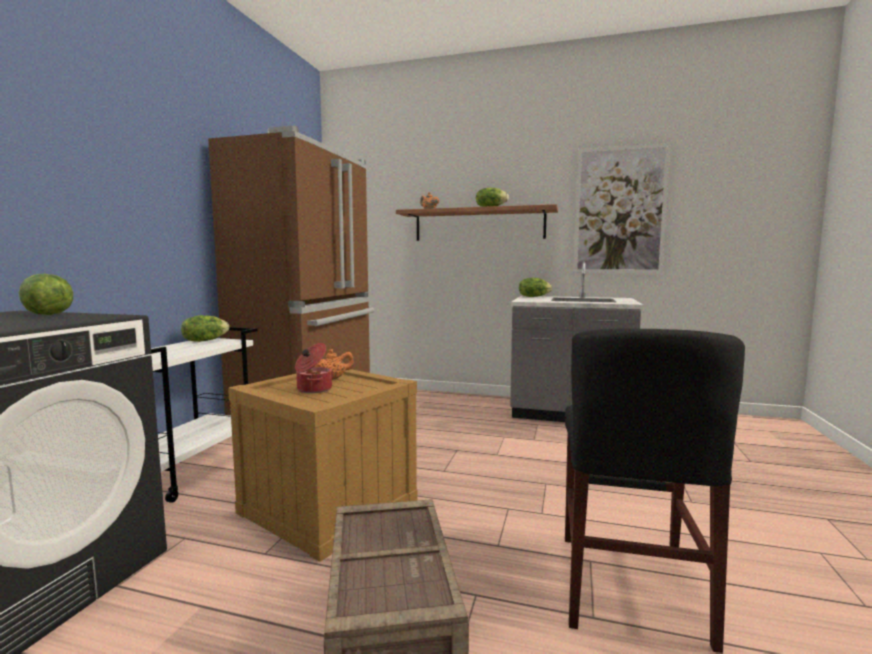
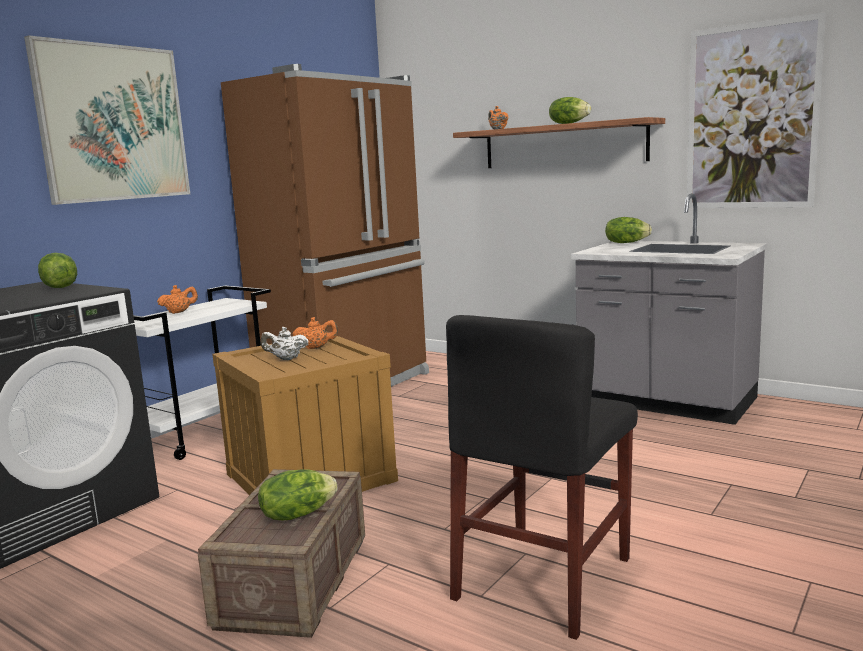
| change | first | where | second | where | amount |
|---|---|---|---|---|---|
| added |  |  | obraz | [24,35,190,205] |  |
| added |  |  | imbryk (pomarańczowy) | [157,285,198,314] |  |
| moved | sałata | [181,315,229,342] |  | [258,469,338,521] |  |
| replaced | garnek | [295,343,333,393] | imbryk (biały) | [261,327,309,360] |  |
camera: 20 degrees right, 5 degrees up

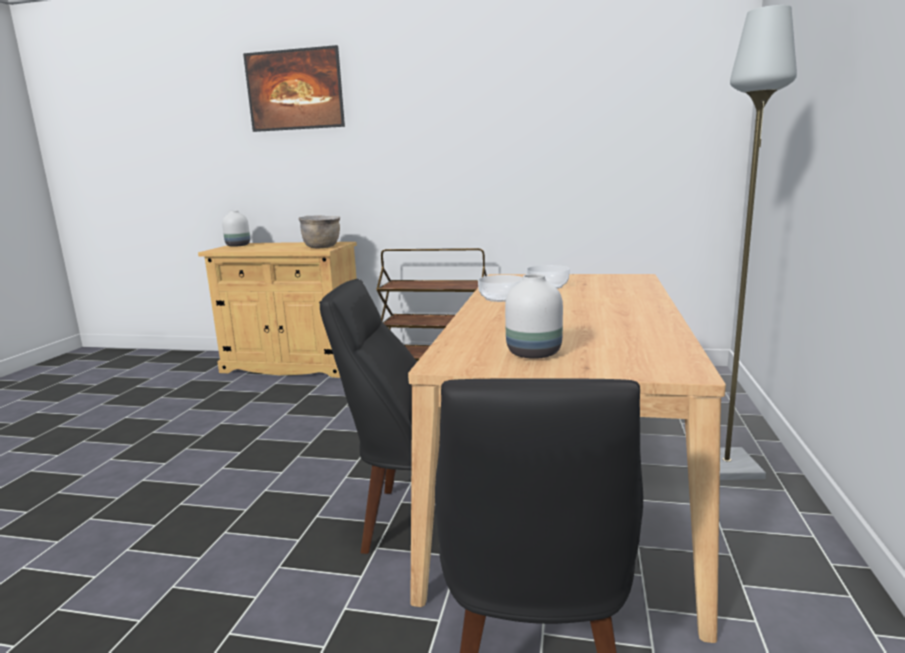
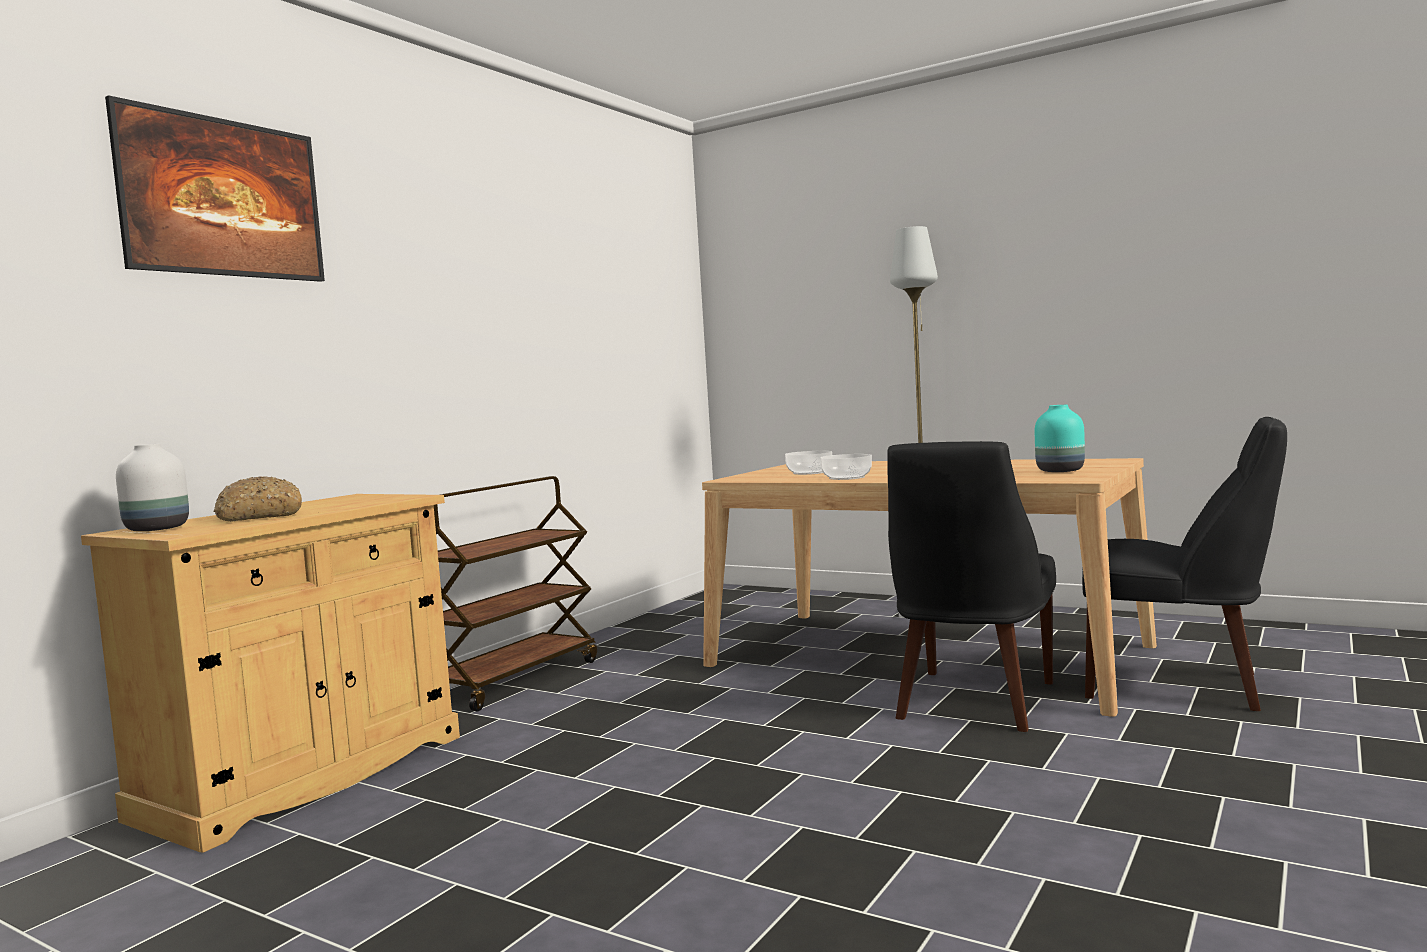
| change | first | where | second | where | amount |
|---|---|---|---|---|---|
| removed | garnek (brązowy) | [299,215,340,248] |  |  |  |
| added |  |  | chleb | [214,476,302,522] |  |
| recoloured | wazon (biały) | [505,274,563,359] | wazon (turkusowy) | [1035,405,1085,472] |  |
camera: 70 degrees left, 10 degrees down

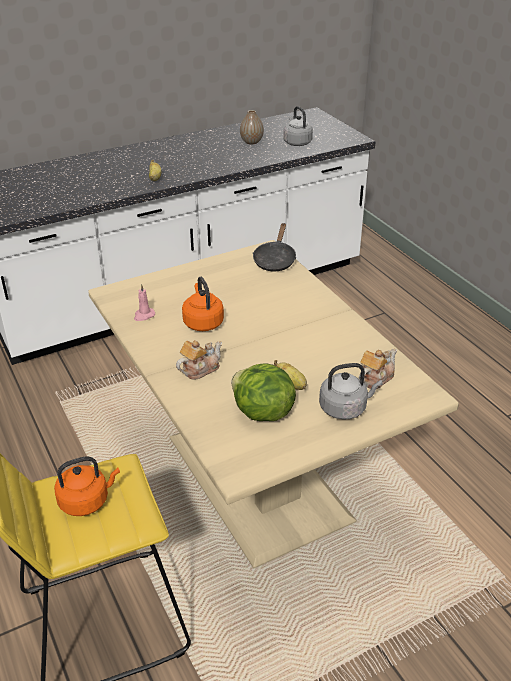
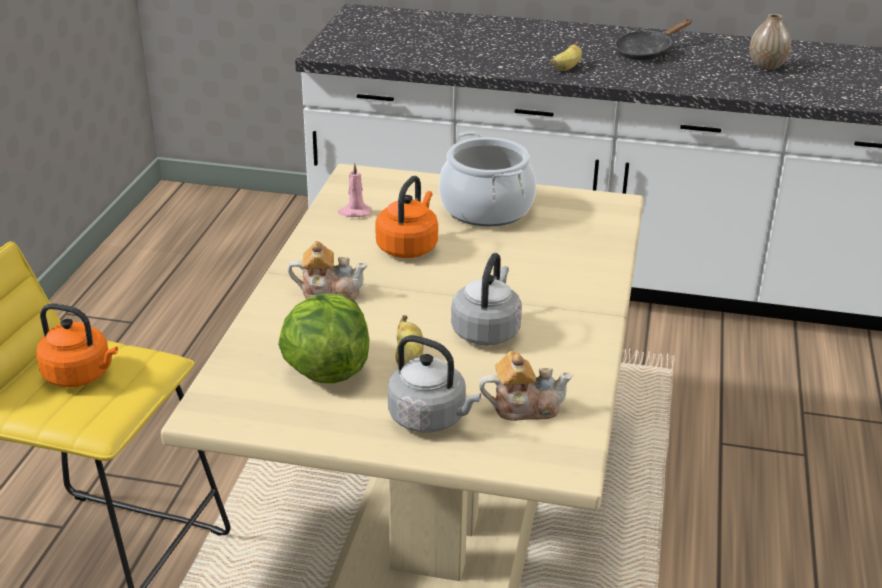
| change | first | where | second | where | amount |
|---|---|---|---|---|---|
| added |  |  | garnek | [439,131,536,226] |  |
| moved | patelnia (czarny) | [253,223,297,271] |  | [615,19,692,60] |  |
| moved | czajnik (szary) | [283,106,313,146] |  | [451,253,522,346] |  |
camera: 40 degrees right, 5 degrees down

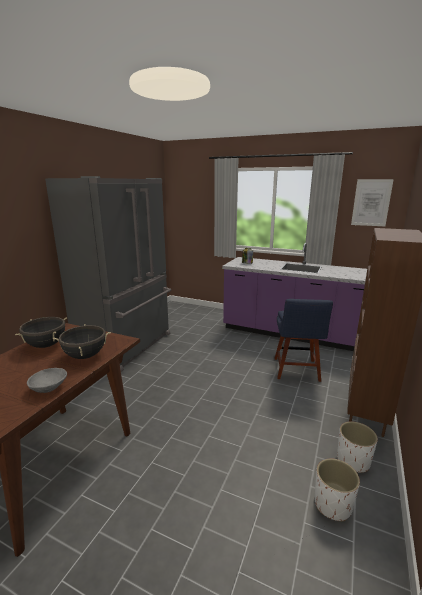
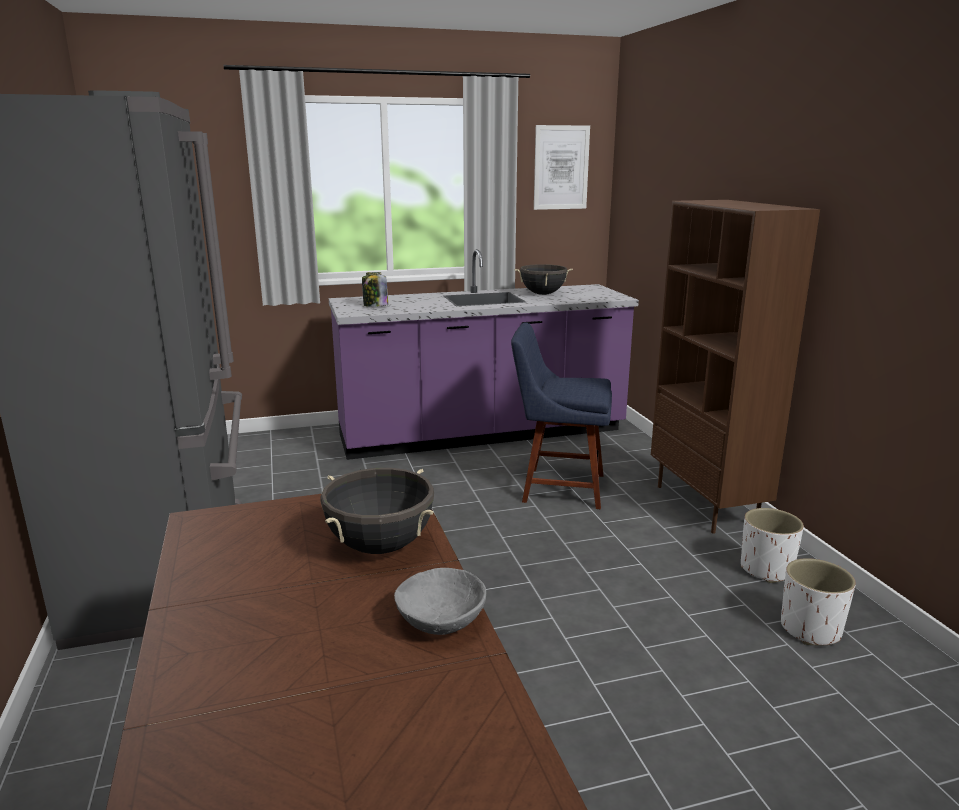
| change | first | where | second | where | amount |
|---|---|---|---|---|---|
| moved | garnek (czarny) | [15,317,67,348] |  | [515,264,573,295] |  |
| turned | krzesło (niebieski) | [274,299,333,382] |  | [511,322,612,509] | 135 degrees clockwise |
camera: 40 degrees left, 0 degrees up

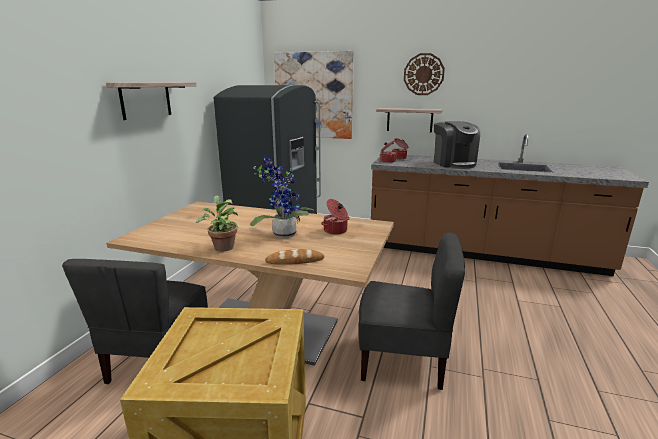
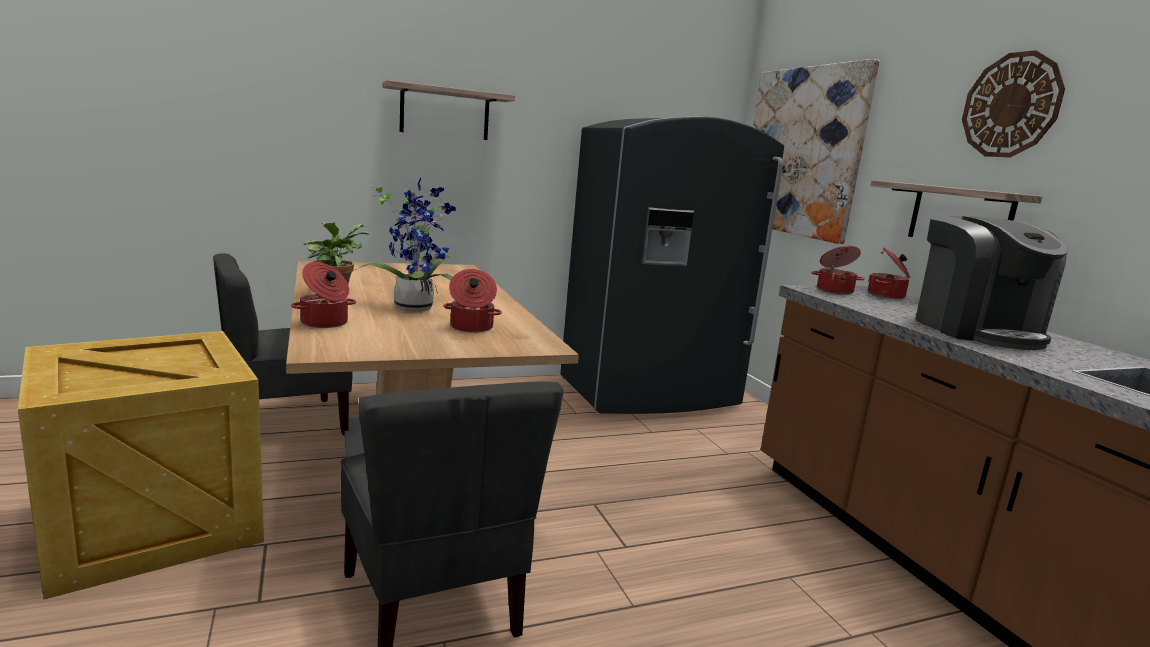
| change | first | where | second | where | amount |
|---|---|---|---|---|---|
| replaced | chleb | [265,249,324,265] | garnek | [291,262,356,328] |  |
| turned | ekspres do kawy | [434,121,480,169] |  | [916,216,1068,350] | 45 degrees counterclockwise |
camera: 50 degrees right, 5 degrees down

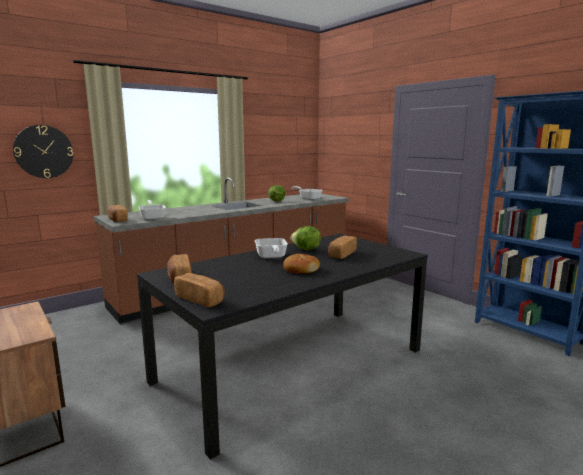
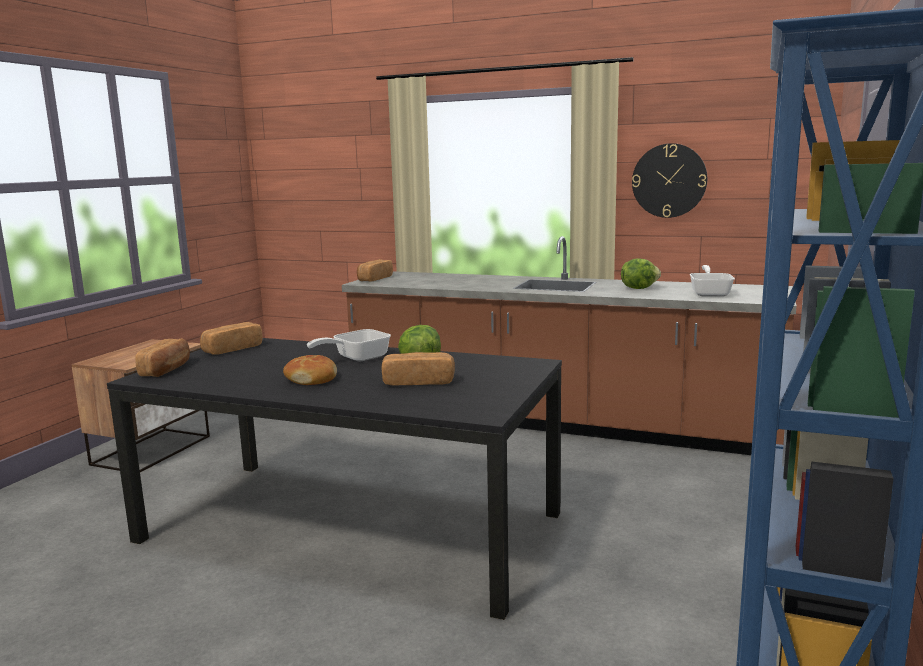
| change | first | where | second | where | amount |
|---|---|---|---|---|---|
| removed | patelnia | [138,200,166,220] |  |  |  |
| moved | zegar ścienny | [13,125,73,178] |  | [632,143,707,218] |  |
camera: 60 degrees right, 0 degrees up

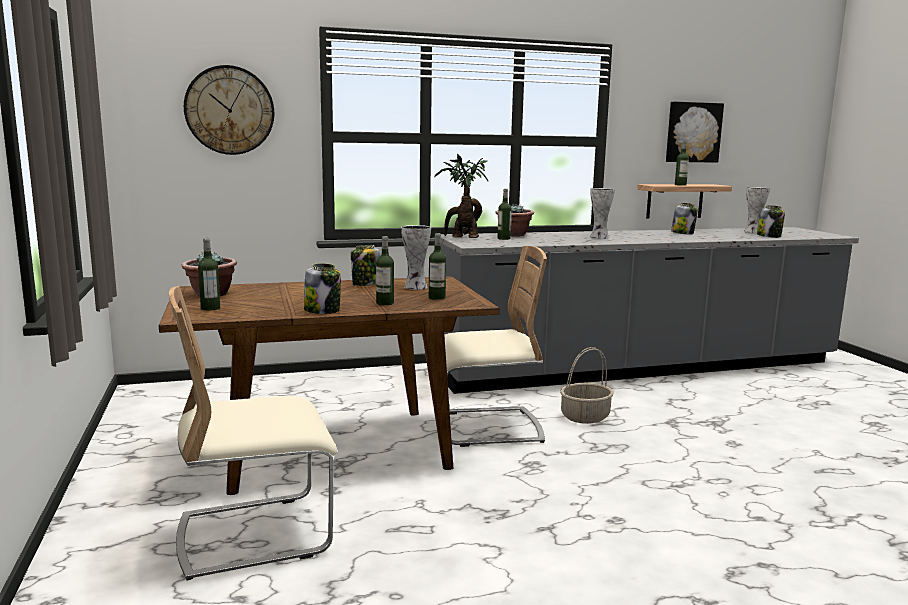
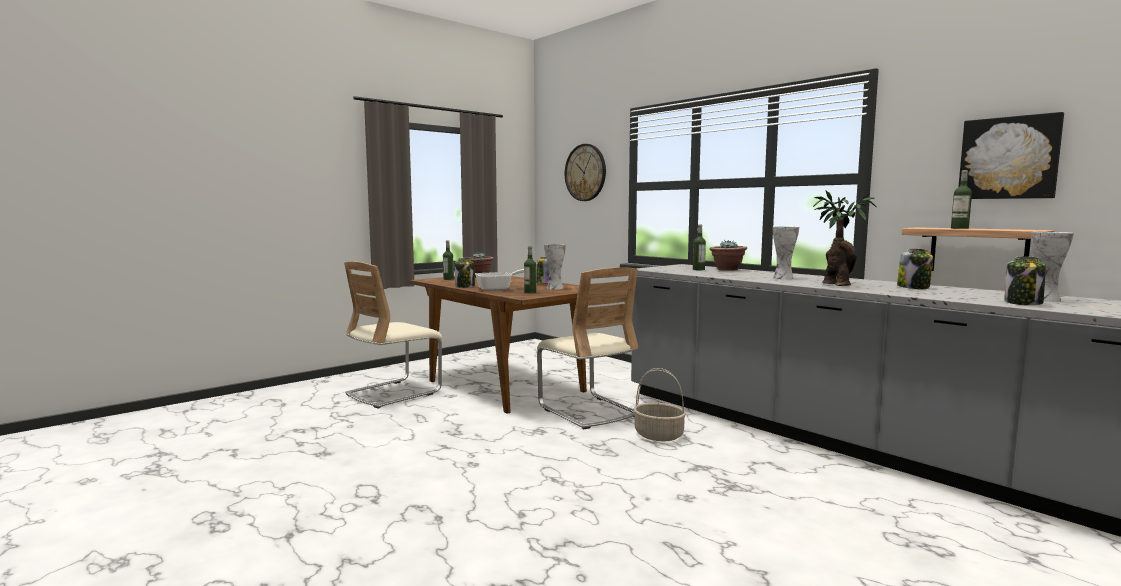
| change | first | where | second | where | amount |
|---|---|---|---|---|---|
| moved | roślina doniczkowa | [434,154,488,238] |  | [813,190,876,286] |  |
| replaced | butelka | [376,236,394,305] | patelnia | [475,269,524,291] |  |
| turned | krzesło (beżowy) | [169,286,337,580] |  | [344,261,442,409] | 90 degrees counterclockwise |
camera: 65 degrees right, 5 degrees down

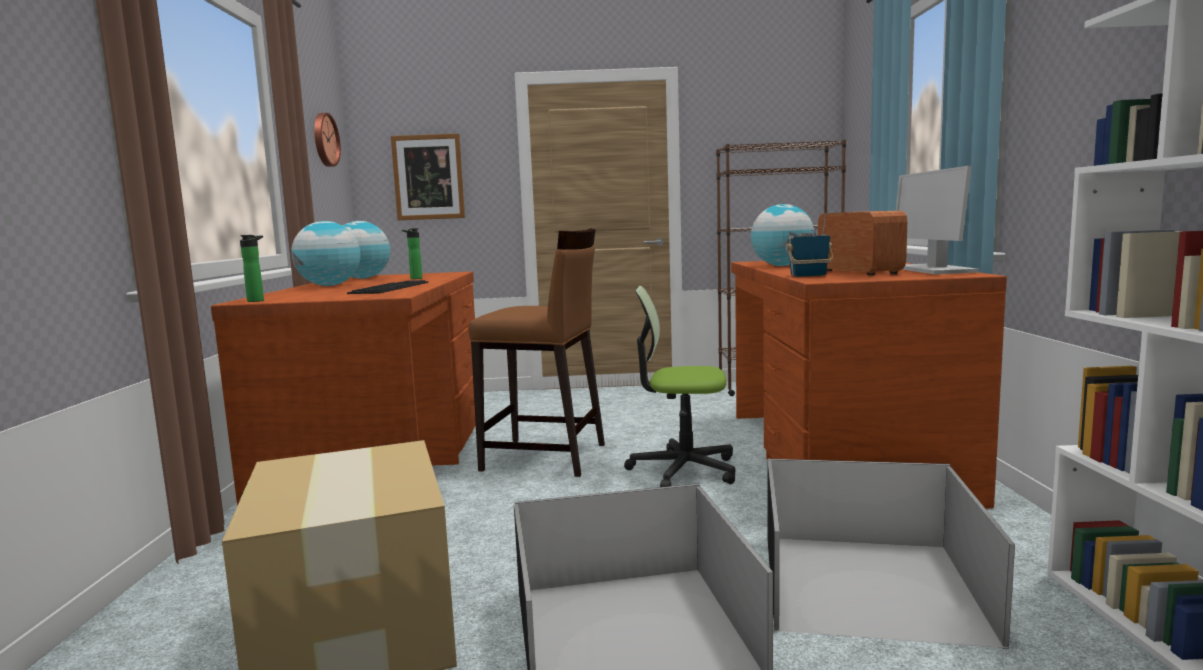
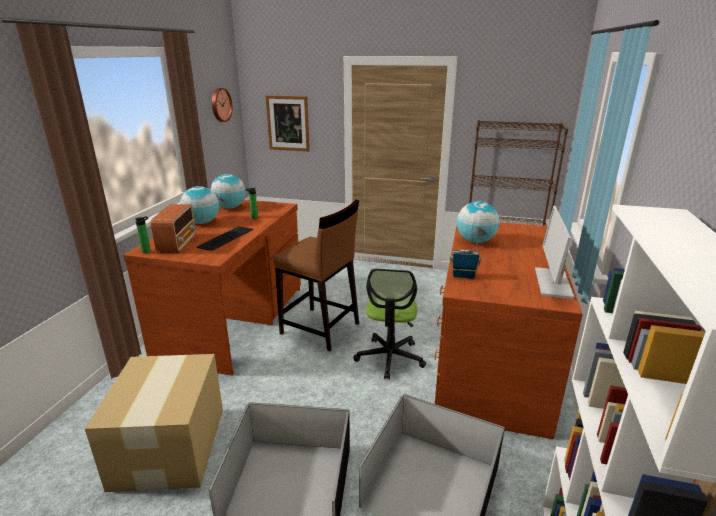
| change | first | where | second | where | amount |
|---|---|---|---|---|---|
| moved | radio | [818,211,907,275] |  | [151,204,196,253] |  |
| turned | krzesło biurowe | [624,286,735,487] |  | [353,268,426,380] | 105 degrees counterclockwise |
camera: 15 degrees right, 15 degrees up

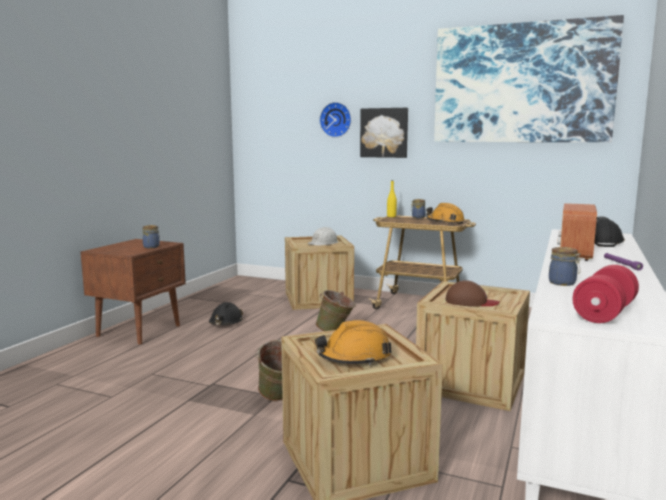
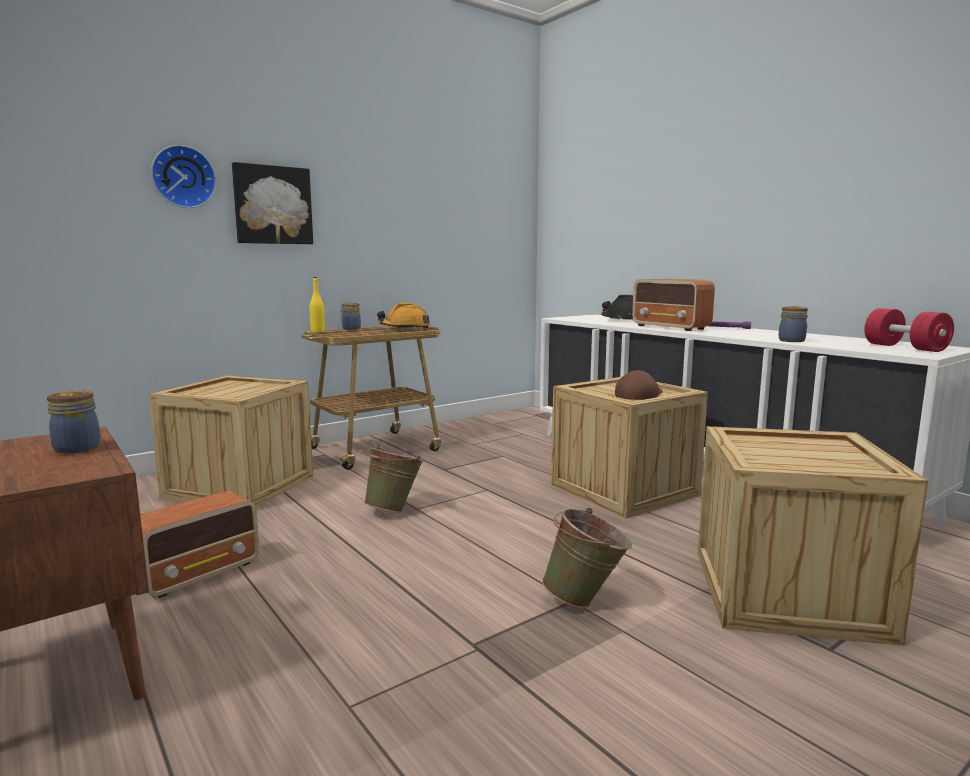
| change | first | where | second | where | amount |
|---|---|---|---|---|---|
| removed | kask (biały) | [307,227,338,246] |  |  |  |
| removed | kask (pomarańczowy) | [315,320,392,366] |  |  |  |
| removed | obraz | [434,15,624,142] |  |  |  |
| replaced | kask (czarny) | [209,302,243,325] | radio | [140,491,259,598] |  |
camera: 60 degrees left, 0 degrees up

